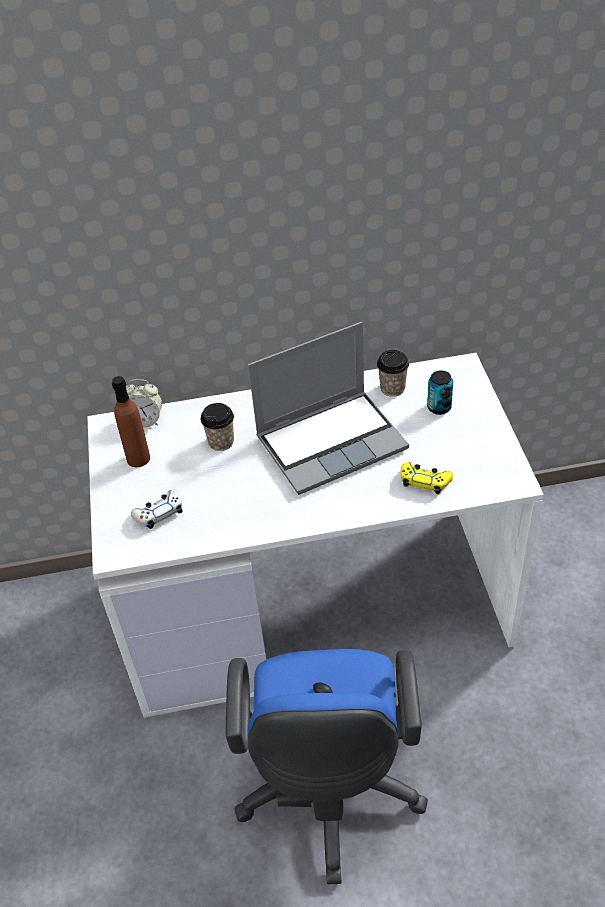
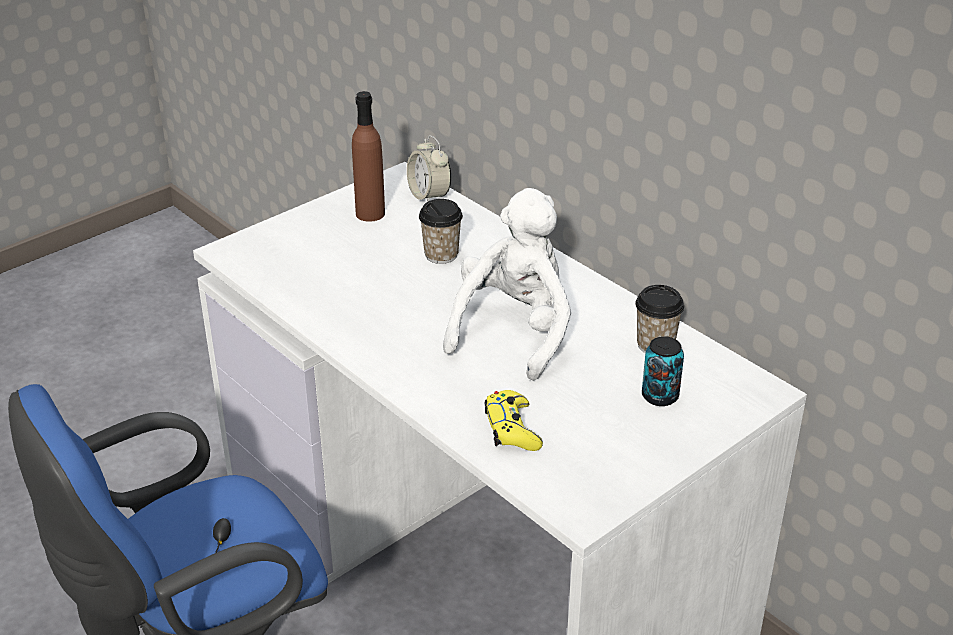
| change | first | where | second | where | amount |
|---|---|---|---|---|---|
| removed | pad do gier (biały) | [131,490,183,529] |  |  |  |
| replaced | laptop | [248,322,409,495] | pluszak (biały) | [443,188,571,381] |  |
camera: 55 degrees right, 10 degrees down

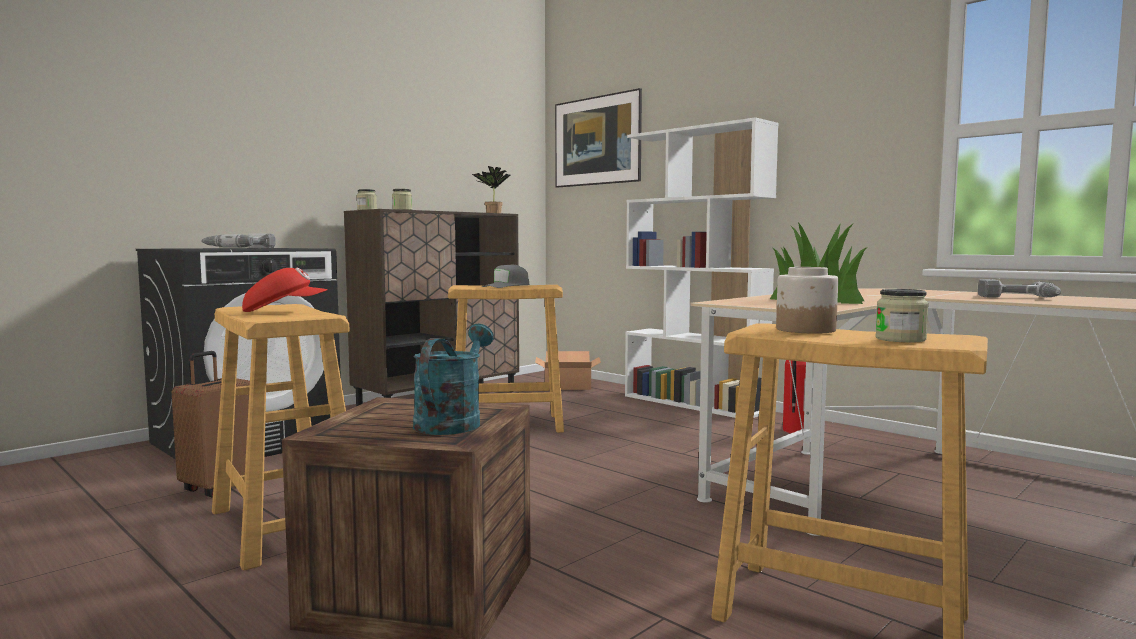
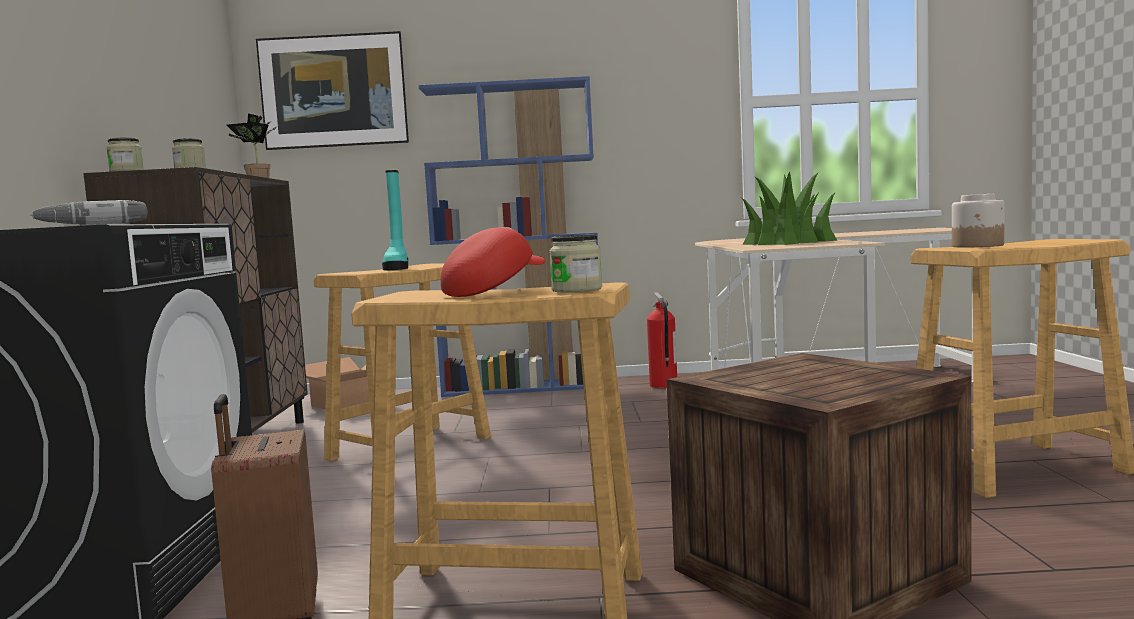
| change | first | where | second | where | amount |
|---|---|---|---|---|---|
| removed | konewka (turkusowy) | [413,324,494,435] |  |  |  |
| removed | wiertarka | [978,279,1061,298] |  |  |  |
| moved | słoik | [876,289,929,343] |  | [549,234,602,292] |  |
| replaced | czapka z daszkiem (szary) | [482,265,529,288] | but z cholewką (turkusowy) | [382,170,408,270] |  |
| recoloured | regał (biały) | [625,117,778,418] | regał (niebieski) | [419,76,598,397] |  |
camera: 45 degrees left, 0 degrees up

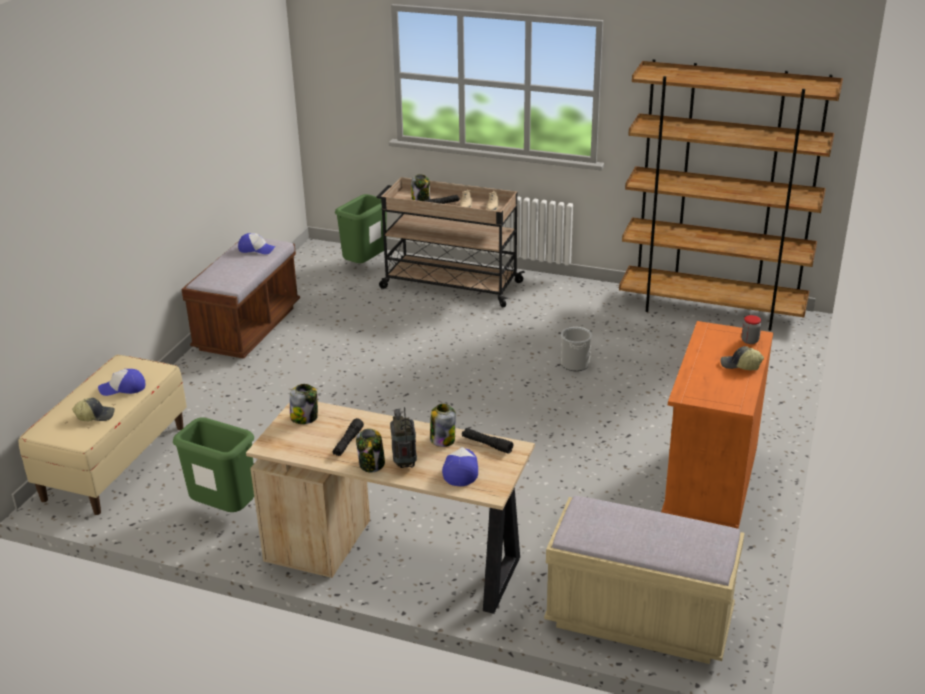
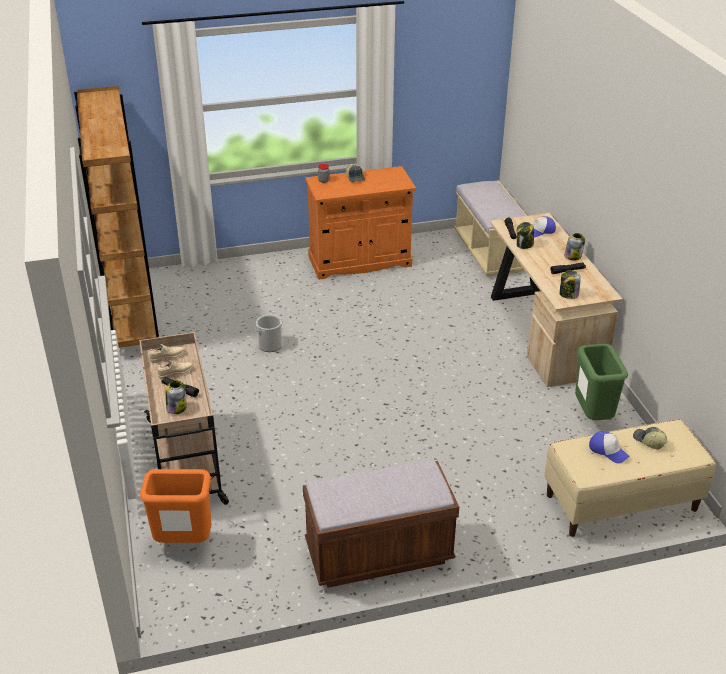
| change | first | where | second | where | amount |
|---|---|---|---|---|---|
| removed | czapka z daszkiem | [238,233,276,254] |  |  |  |
| removed | radio | [390,407,417,468] |  |  |  |
| recoloured | kosz na śmieci (zielony) | [335,194,387,263] | kosz na śmieci (pomarańczowy) | [140,469,211,543] |  |
camera: 125 degrees left, 5 degrees up

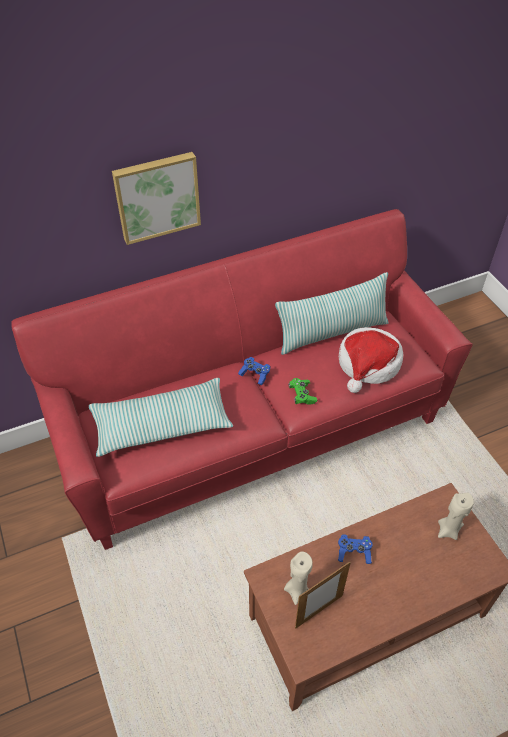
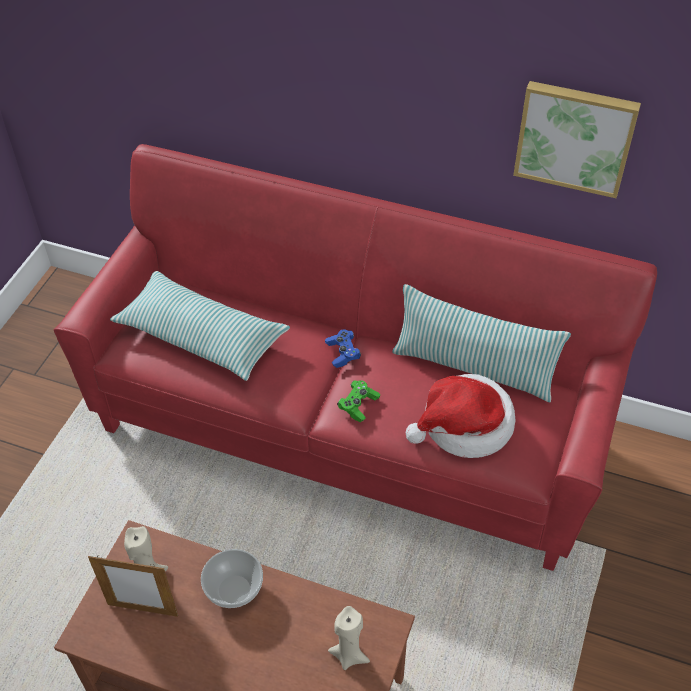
| change | first | where | second | where | amount |
|---|---|---|---|---|---|
| moved | obraz | [112,152,201,245] |  | [513,81,641,198] |  |
| replaced | pad do gier (niebieski) | [338,534,373,564] | miska | [201,549,263,608] |  |
camera: 45 degrees right, 0 degrees up

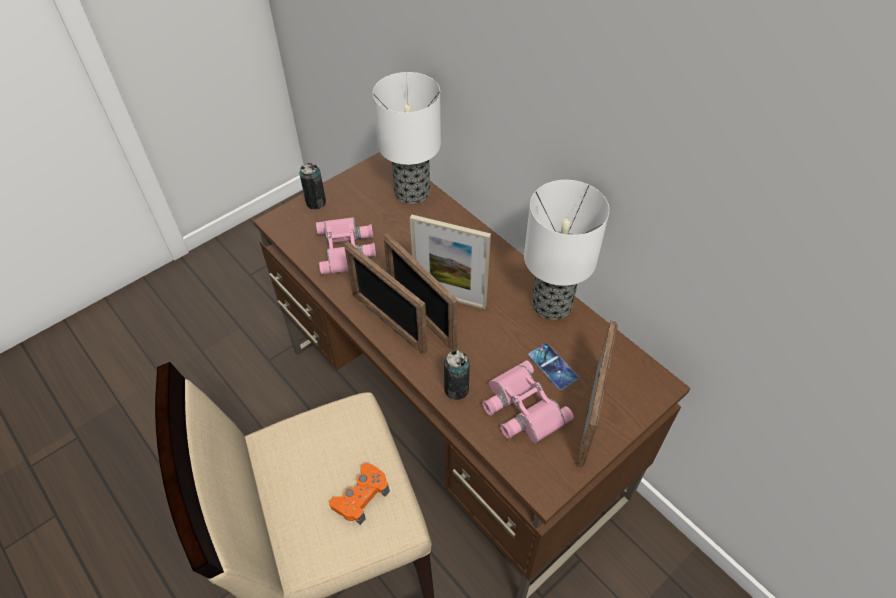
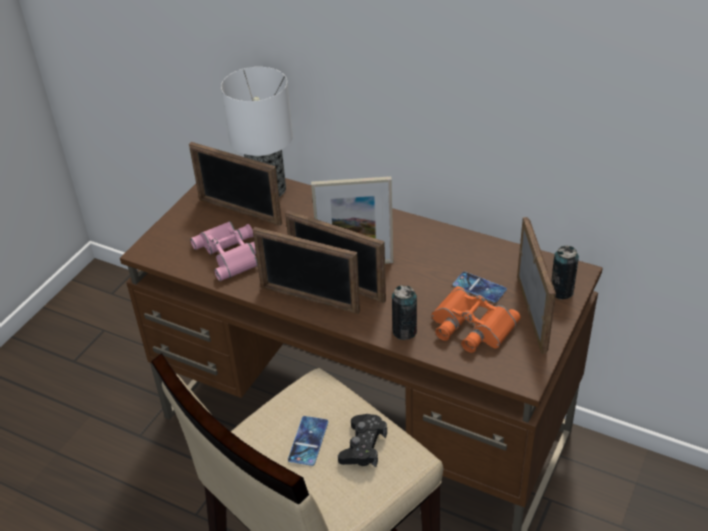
| change | first | where | second | where | amount |
|---|---|---|---|---|---|
| removed | lampa stołowa | [524,180,609,320] |  |  |  |
| added |  |  | ramka na zdjęcie | [189,142,282,226] |  |
| added |  |  | telefon | [288,416,328,466] |  |
| moved | puszka | [300,163,326,209] |  | [551,246,579,300] |  |
| recoloured | pad do gier (pomarańczowy) | [329,463,390,525] | pad do gier (czarny) | [338,414,387,467] |  |
| recoloured | lornetka (różowy) | [482,360,574,443] | lornetka (pomarańczowy) | [432,286,521,353] |  |
camera: 20 degrees left, 10 degrees down

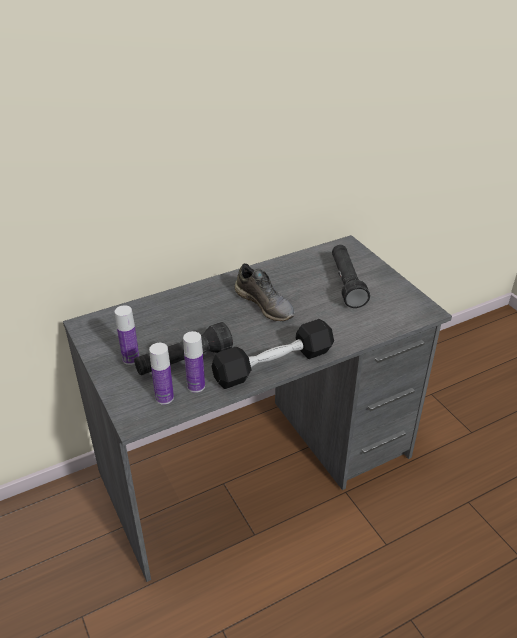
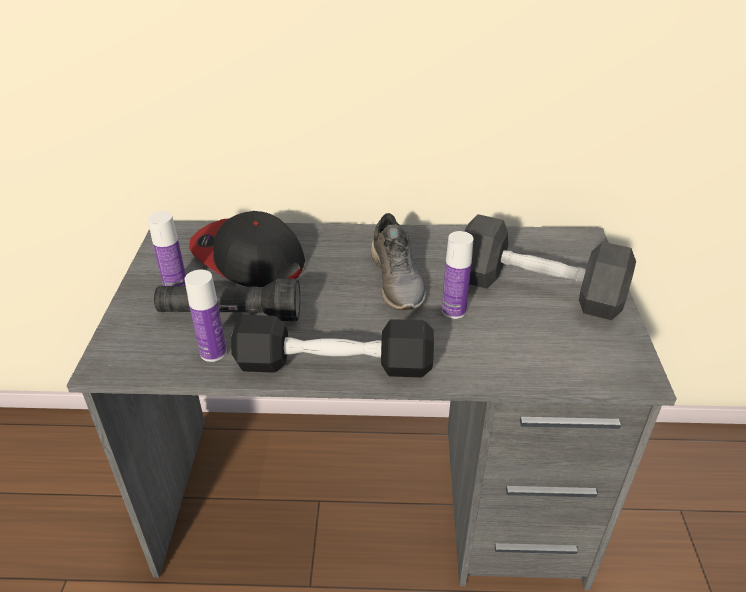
| change | first | where | second | where | amount |
|---|---|---|---|---|---|
| added |  |  | czapka z daszkiem | [189,211,305,287] |  |
| moved | butelka | [149,343,174,405] |  | [442,231,474,319] |  |
| replaced | latarka (czarny) | [332,245,370,308] | hantel (czarny) | [464,214,636,320] |  |
camera: 30 degrees right, 0 degrees up

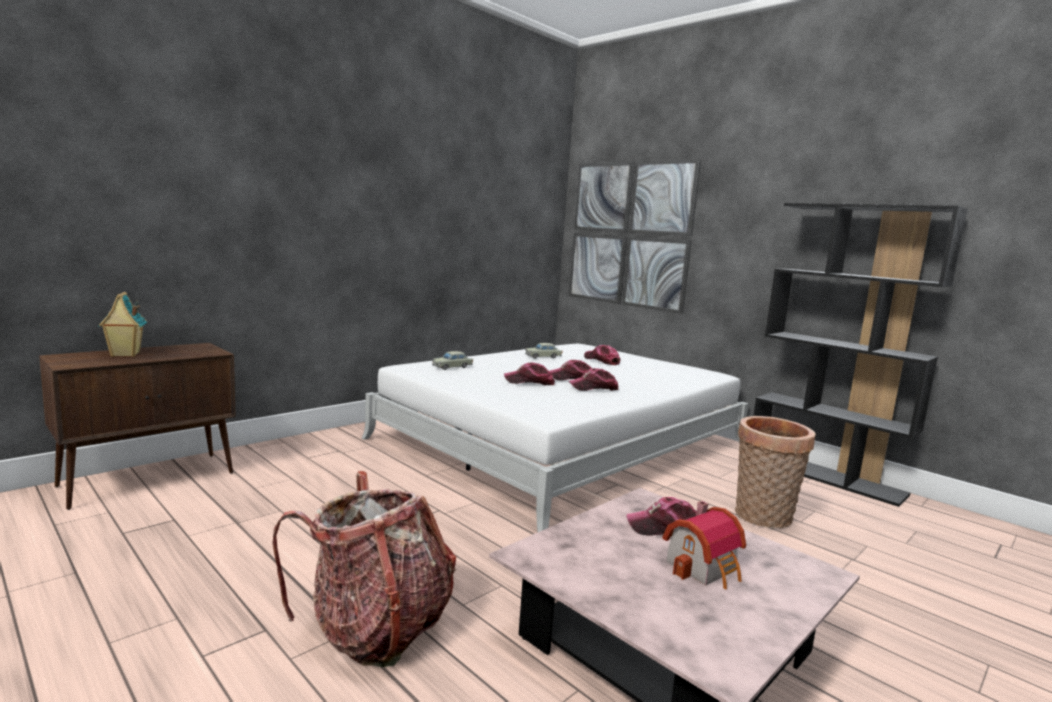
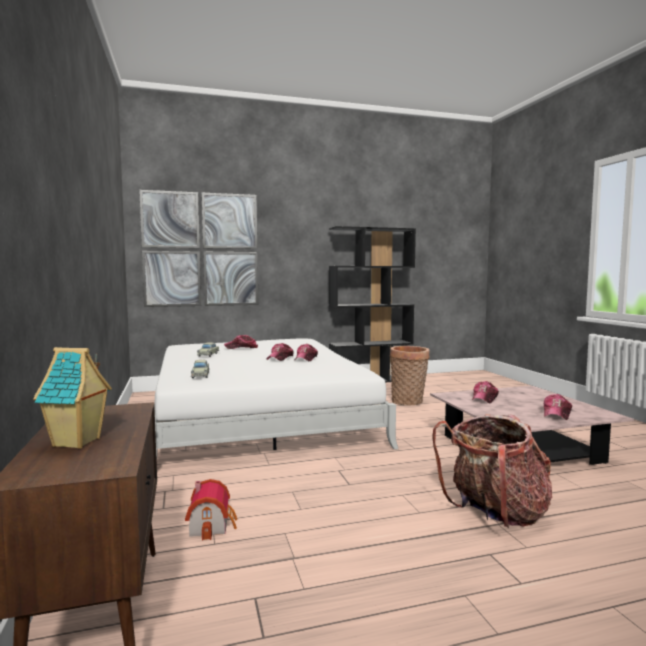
| change | first | where | second | where | amount |
|---|---|---|---|---|---|
| moved | czapka z daszkiem | [504,363,555,385] |  | [544,394,572,420] |  |
| moved | domek | [662,501,746,589] |  | [185,479,237,540] |  |
camera: 60 degrees left, 5 degrees down

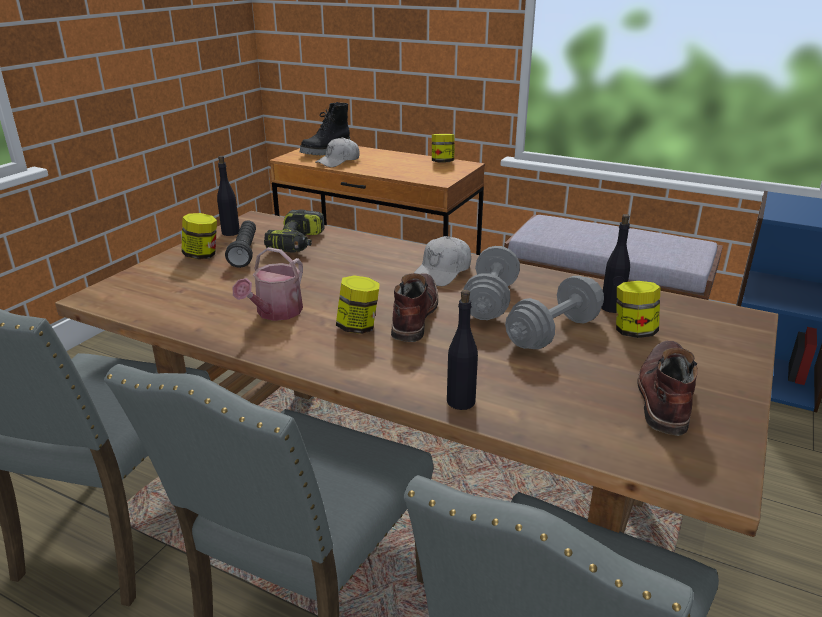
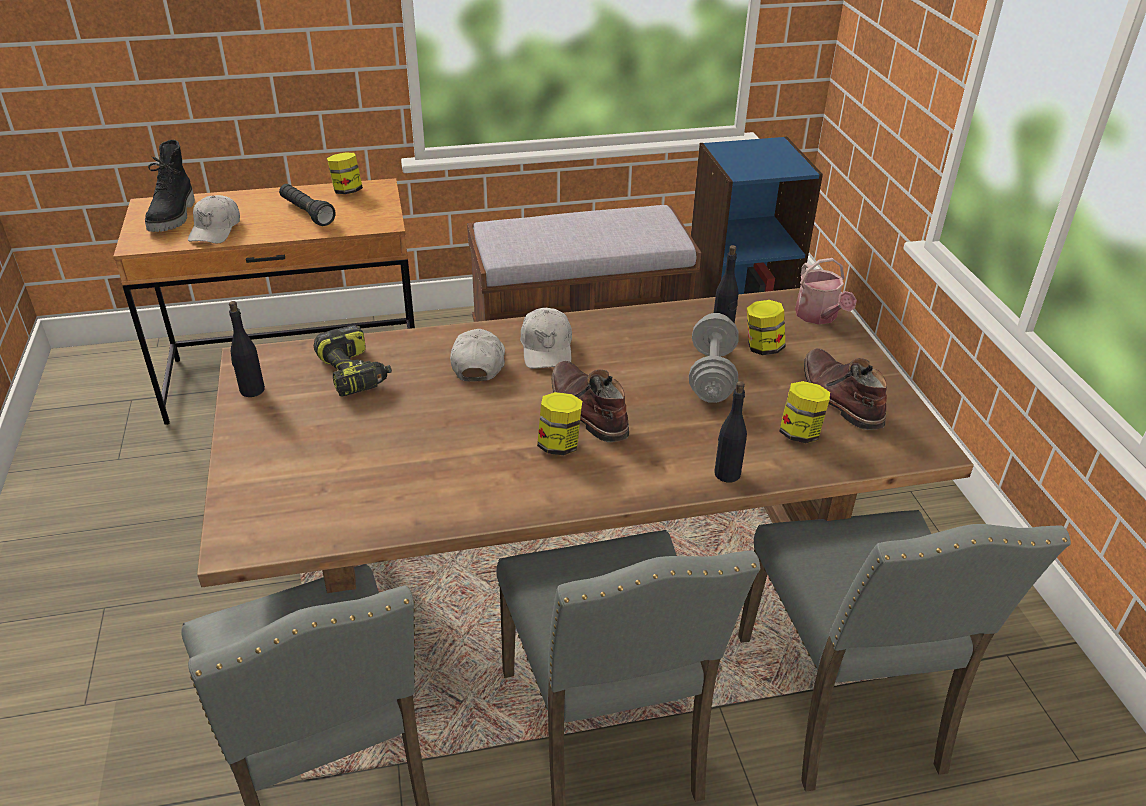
| change | first | where | second | where | amount |
|---|---|---|---|---|---|
| removed | hantel (szary) | [463,246,520,320] |  |  |  |
| added |  |  | czapka z daszkiem (biały) | [450,329,505,382] |  |
| moved | słoik | [181,213,217,259] |  | [779,381,830,443] |  |
| moved | latarka (czarny) | [225,220,256,268] |  | [279,184,336,226] |  |
| moved | konewka | [233,247,303,321] |  | [795,258,857,325] |  |
camera: 40 degrees left, 10 degrees up

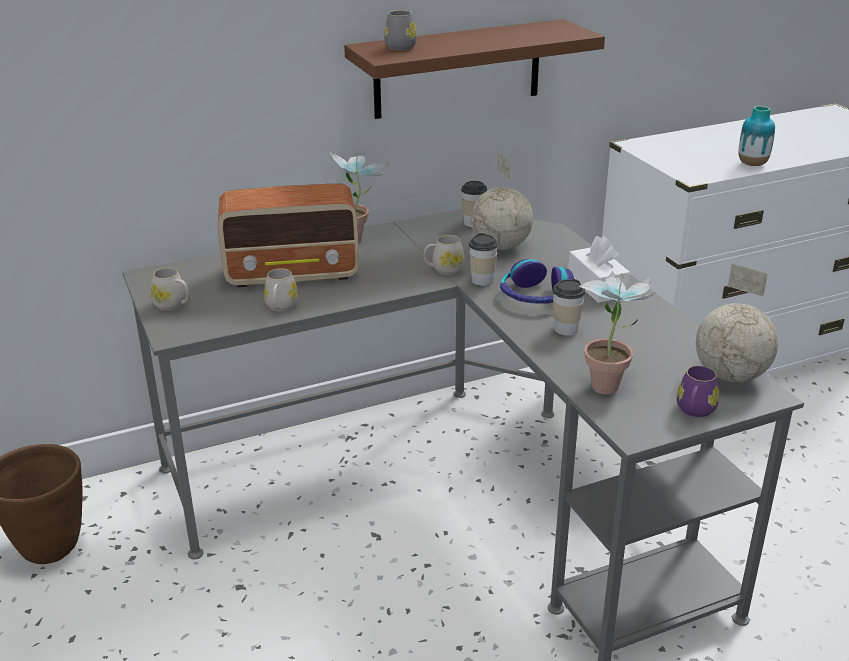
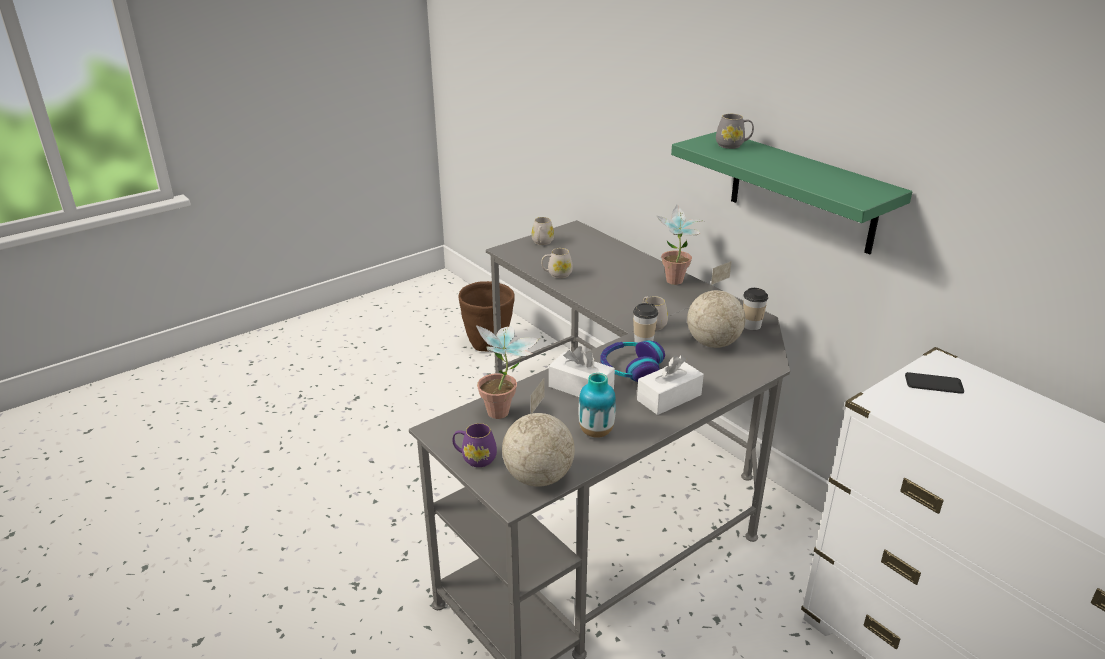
| change | first | where | second | where | amount |
|---|---|---|---|---|---|
| removed | radio | [218,184,359,288] |  |  |  |
| added |  |  | telefon | [905,372,964,394] |  |
| moved | wazon | [738,106,775,166] |  | [579,373,616,438] |  |
| replaced | filiżanka | [553,279,585,336] | pudełko chusteczek (biały) | [549,346,615,397] |  |
| recoloured | półka (brązowy) | [344,19,605,119] | półka (zielony) | [671,132,912,255] |  |
camera: 75 degrees right, 0 degrees up

